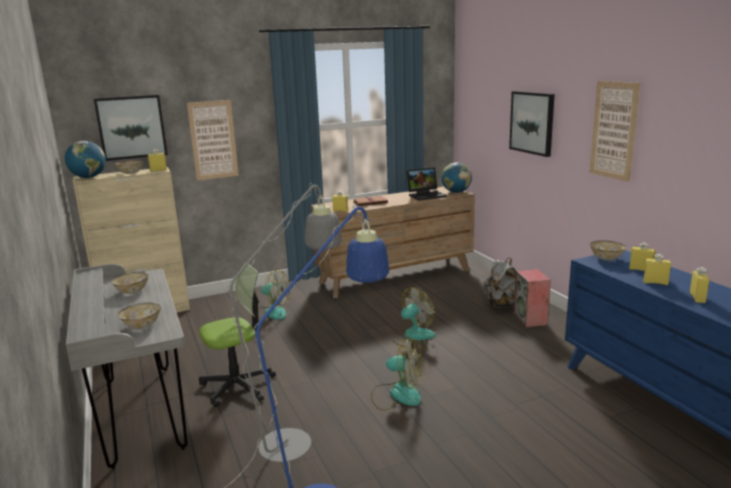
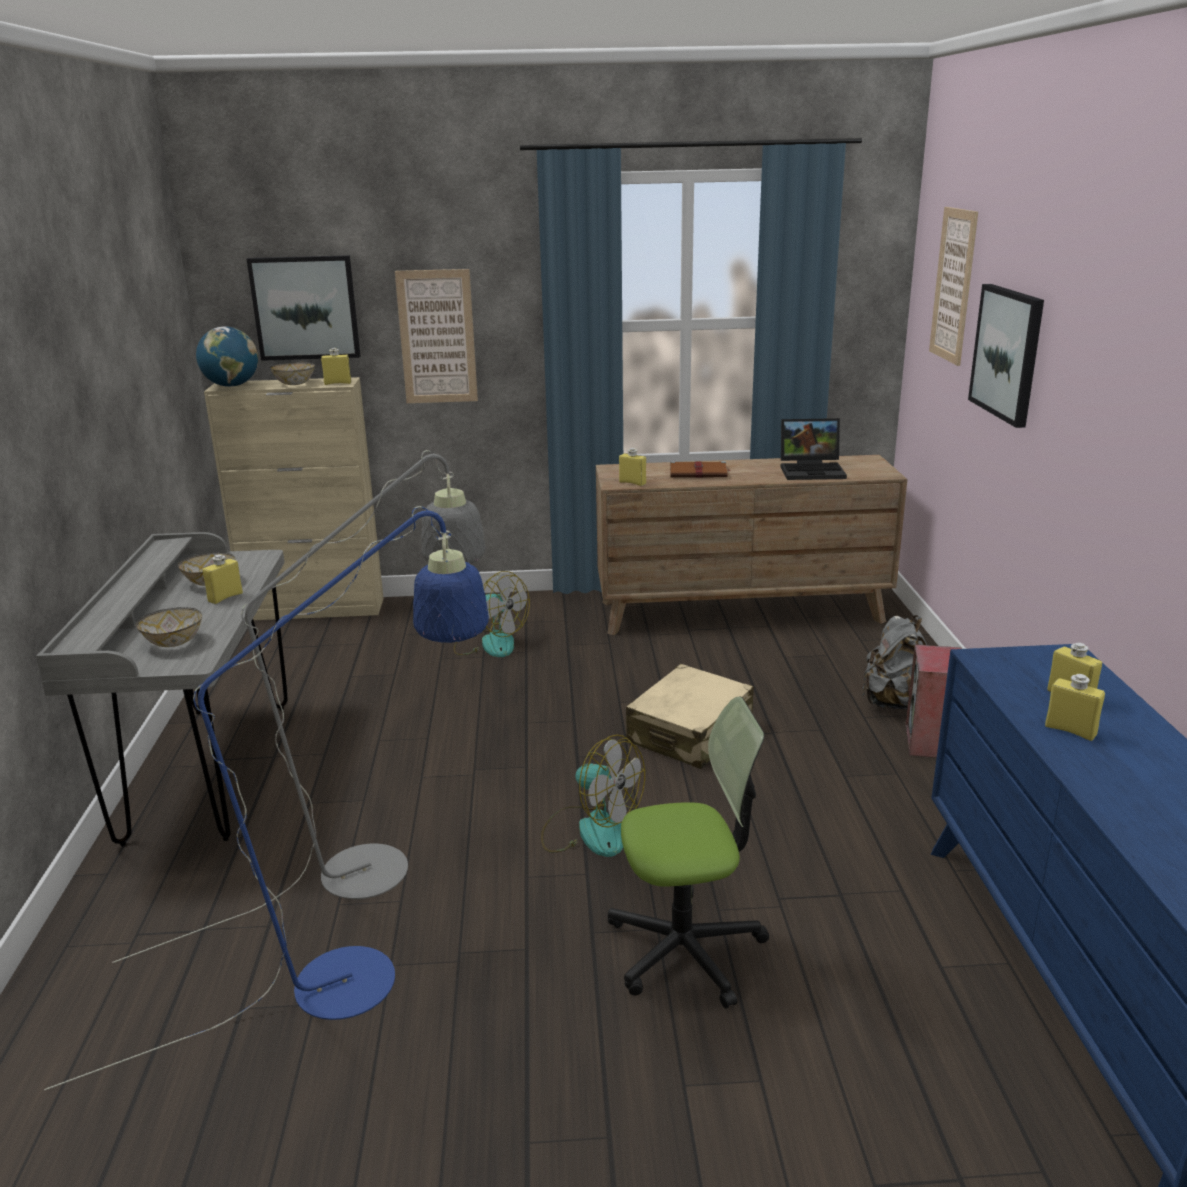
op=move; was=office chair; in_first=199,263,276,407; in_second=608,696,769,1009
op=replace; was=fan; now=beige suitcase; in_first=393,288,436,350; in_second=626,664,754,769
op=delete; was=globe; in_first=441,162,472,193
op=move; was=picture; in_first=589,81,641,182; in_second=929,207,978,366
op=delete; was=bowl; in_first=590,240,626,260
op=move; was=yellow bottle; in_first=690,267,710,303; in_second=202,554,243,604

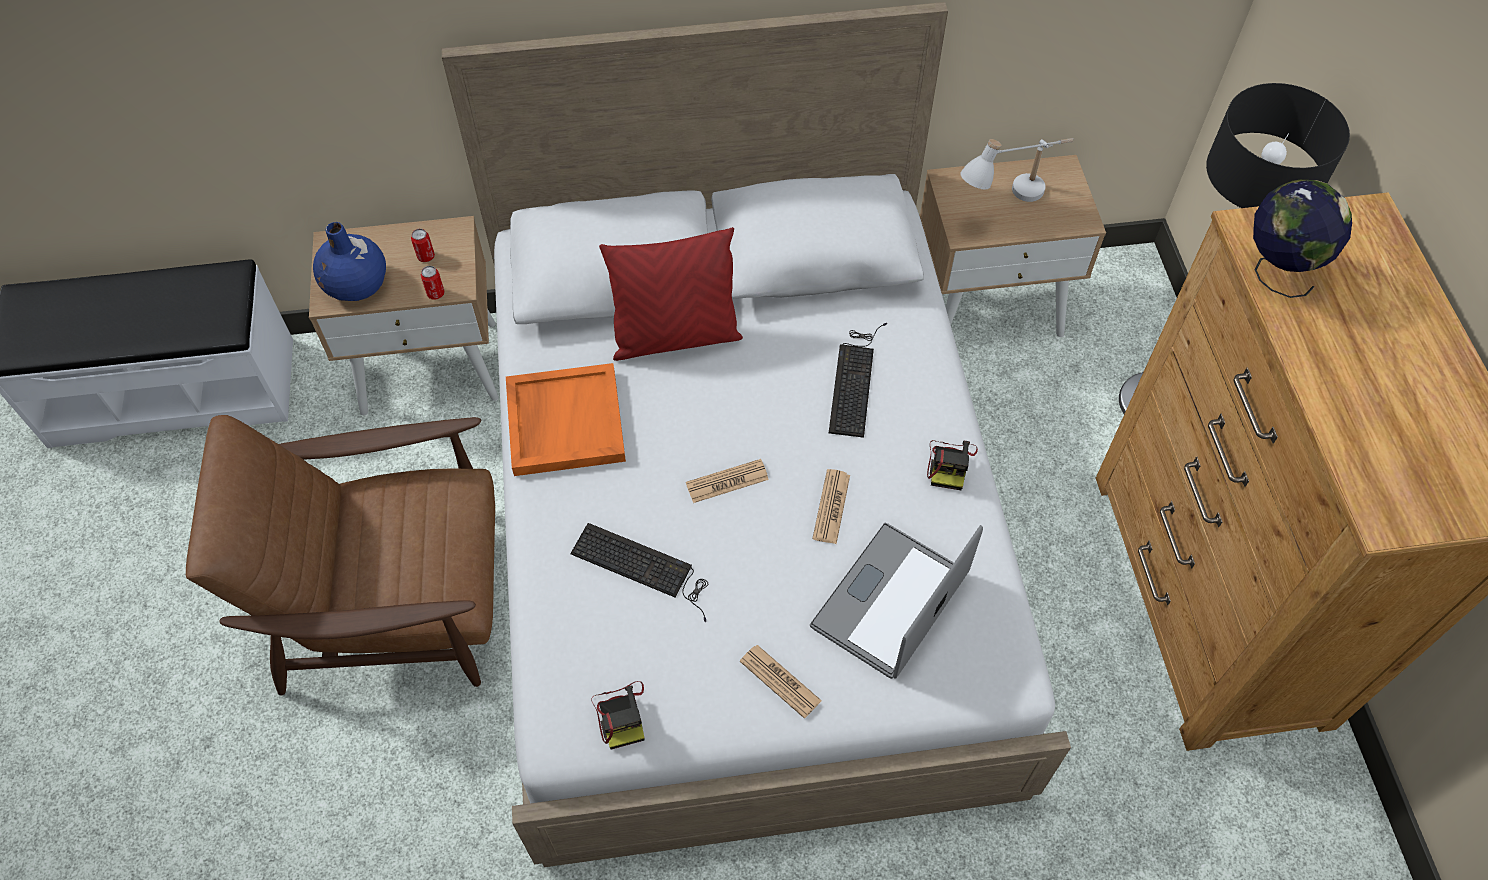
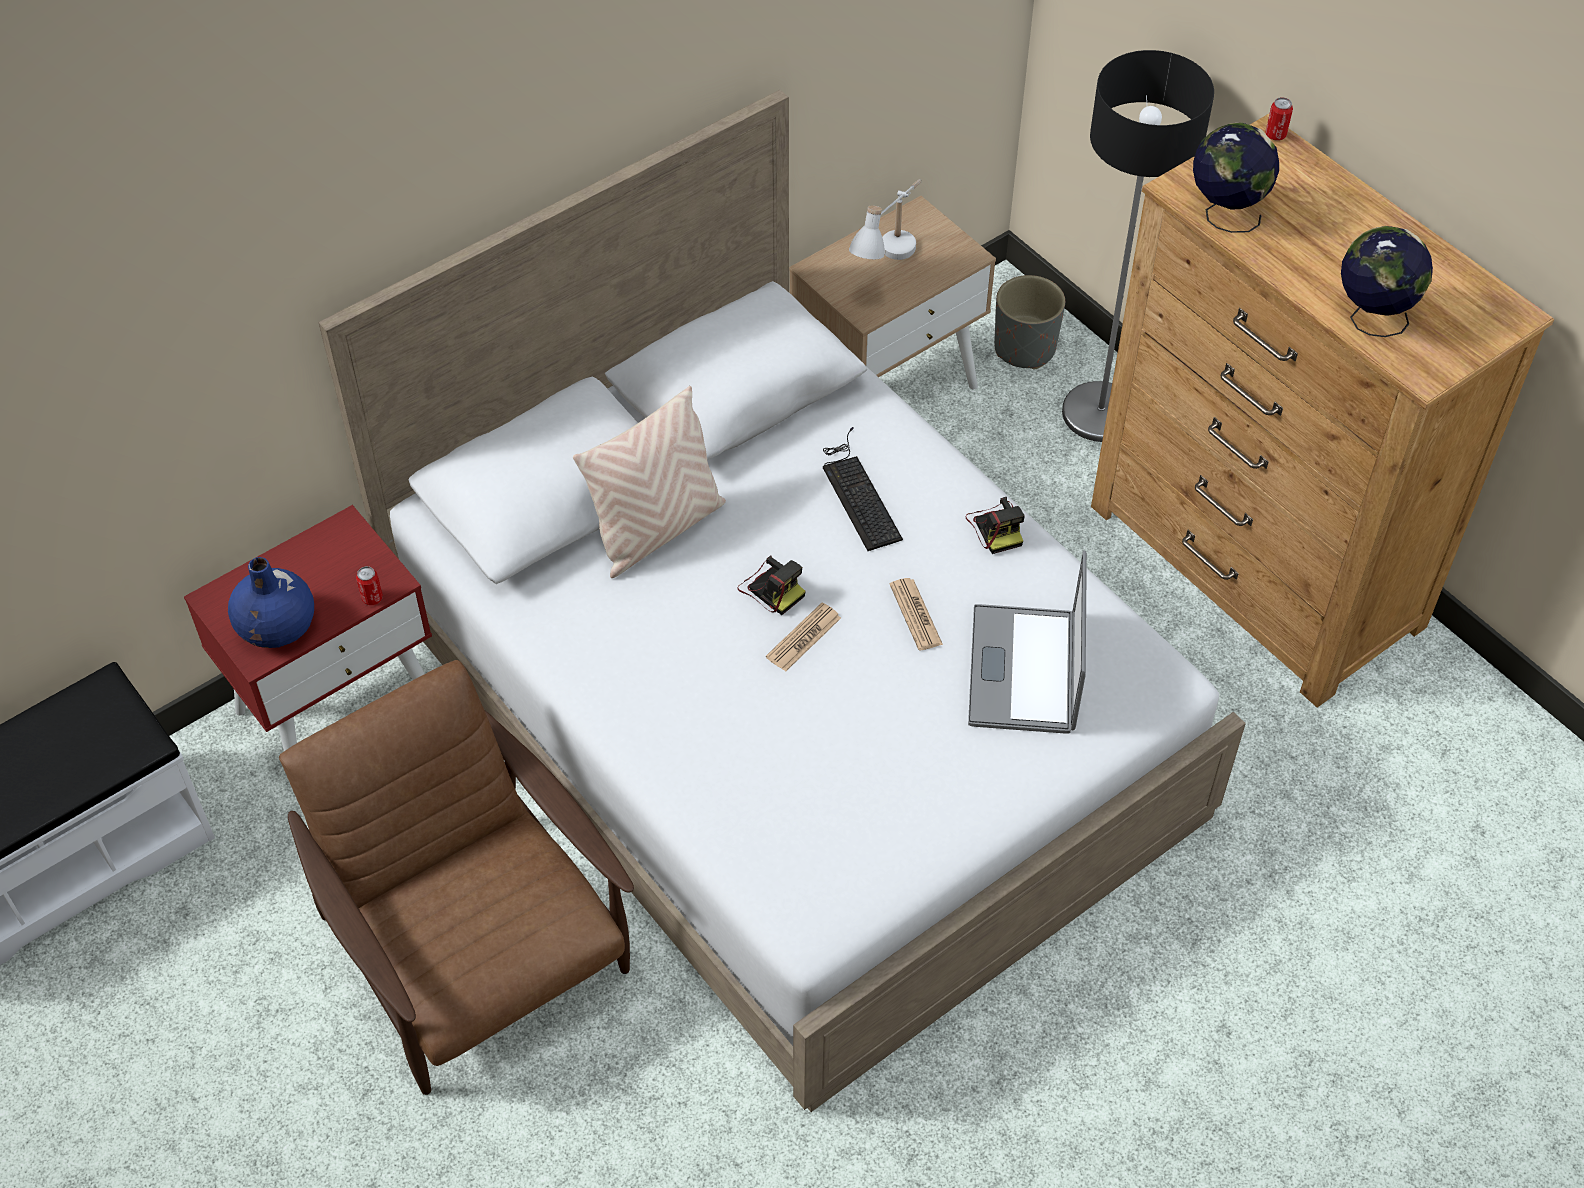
op=rotate; was=brown armchair; in_first=186,415,495,696; in_second=279,660,634,1095; clockwise=90
op=recolor; was=beige nightstand; now=red nightstand; in_first=309,216,499,415; in_second=184,505,432,751
op=move; was=can; in_first=411,228,435,262; in_second=1265,97,1293,141
op=delete; was=orange tray; in_first=506,363,626,476
op=delete; was=keyboard; in_first=570,523,708,622
op=move; was=photo camera; in_first=591,681,645,750; in_second=737,556,806,615
op=recolor; was=red pillow; now=beige pillow; in_first=599,227,743,361; in_second=573,386,726,578
op=delete; was=newspaper; in_first=740,645,822,718
op=insert; now=grey planter; in_second=994,275,1065,370
op=insert; now=globe; in_second=1341,226,1433,337

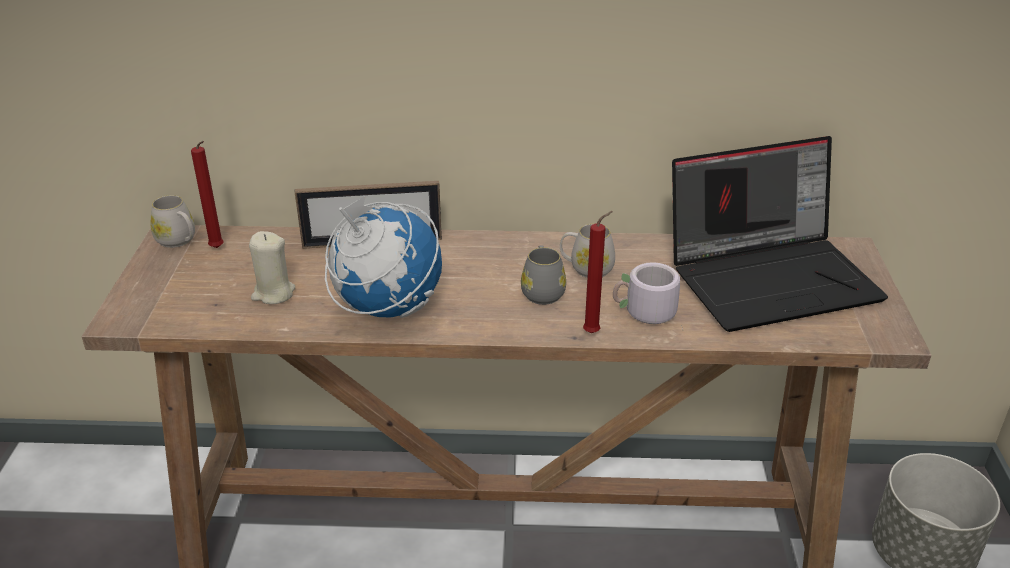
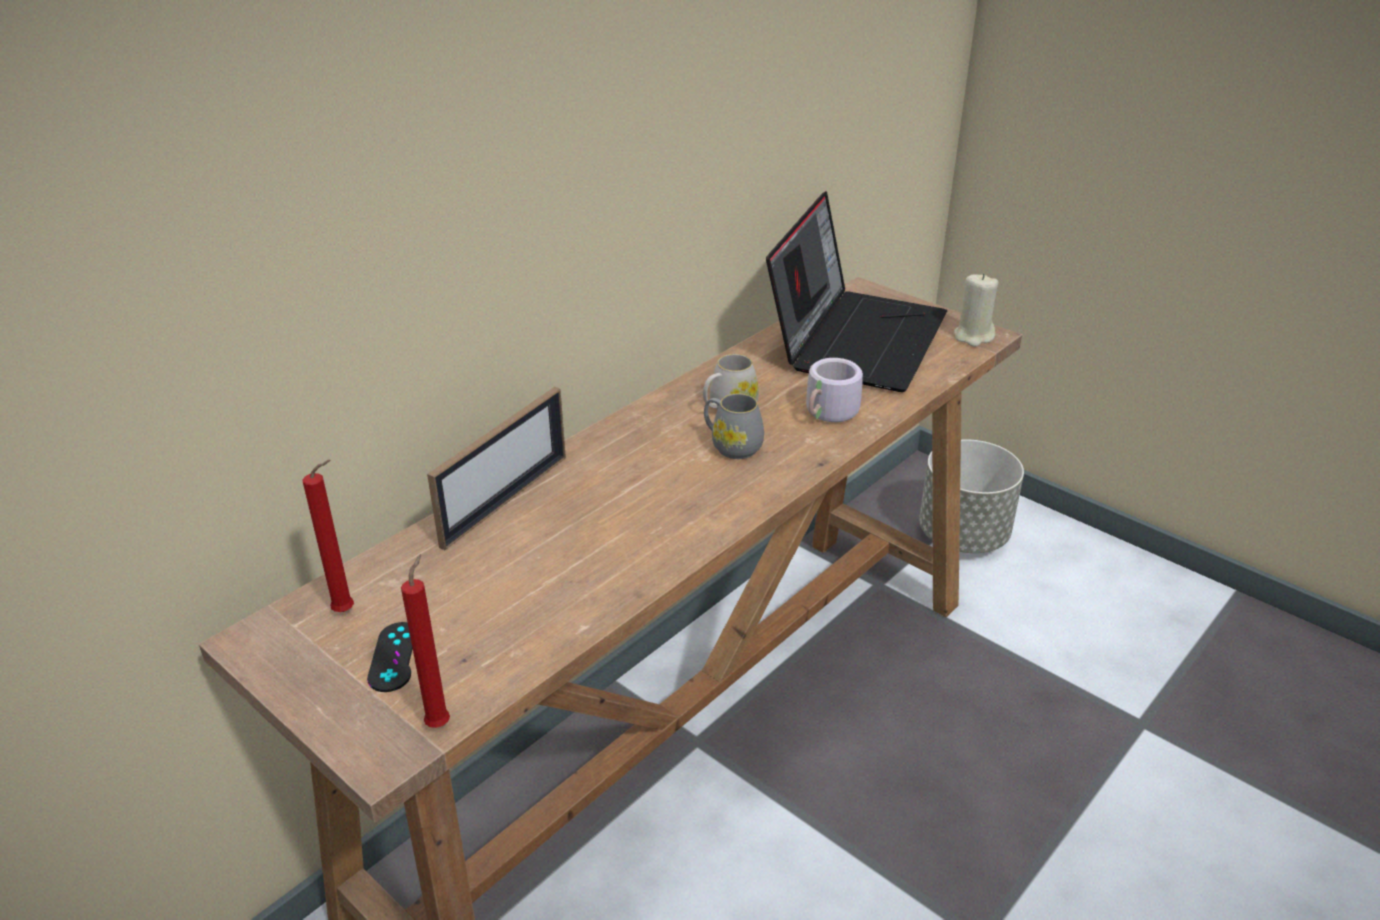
op=delete; was=white mug; in_first=151,195,195,248
op=move; was=beige candle; in_first=249,231,295,304; in_second=954,273,998,347
op=delete; was=globe; in_first=325,195,442,318
op=move; was=red candle; in_first=583,211,613,333; in_second=401,554,450,728
op=insert; now=black game controller; in_second=367,622,413,692

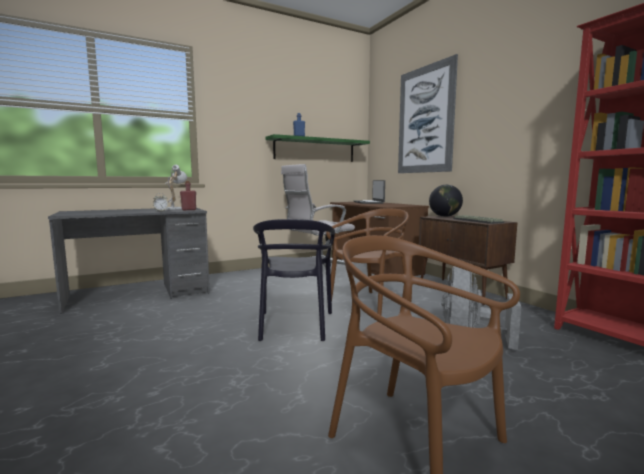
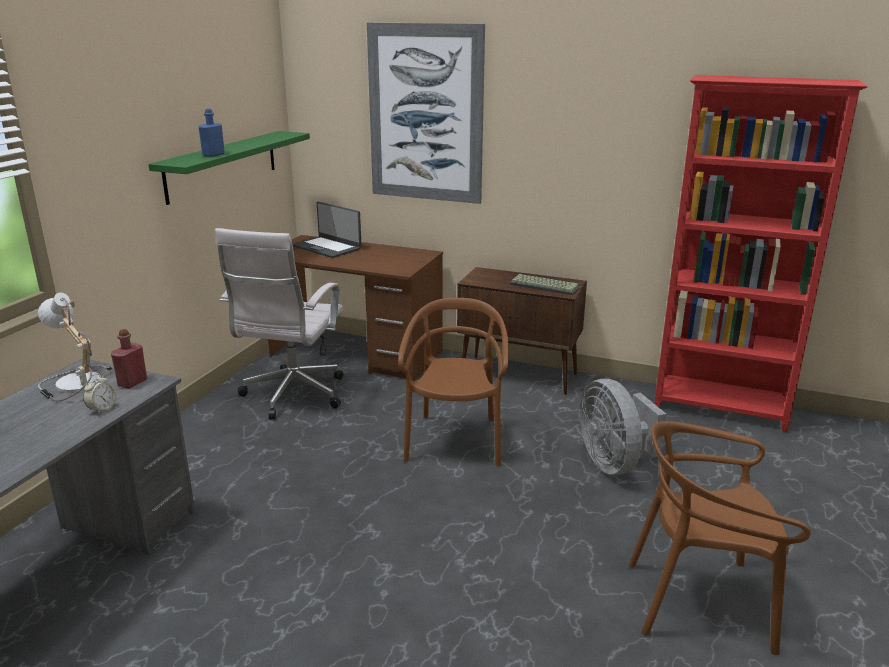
op=delete; was=black chair; in_first=253,219,335,341
op=delete; was=globe; in_first=429,185,463,217

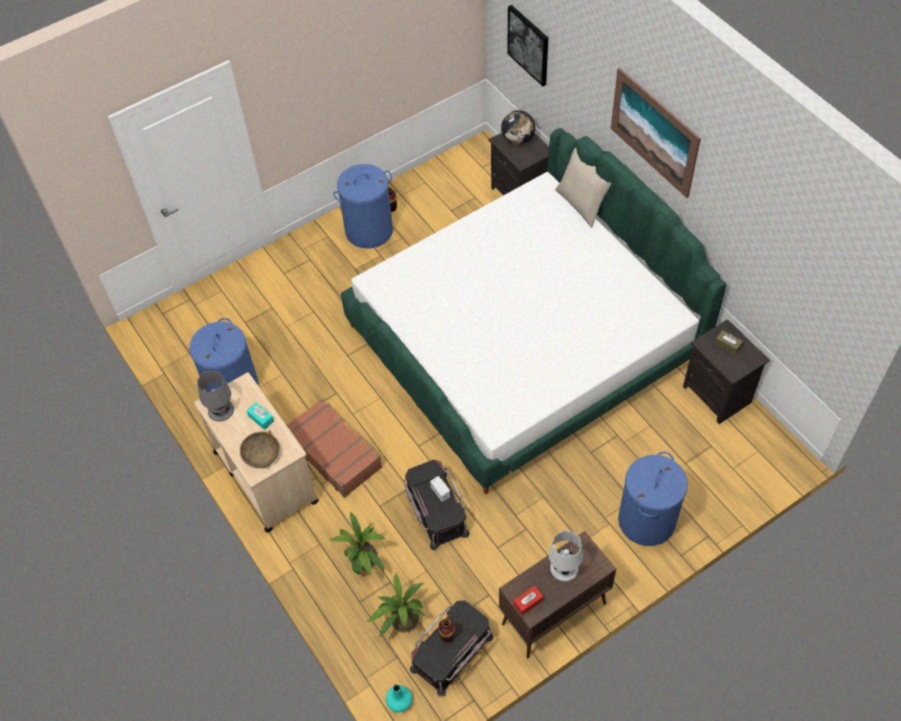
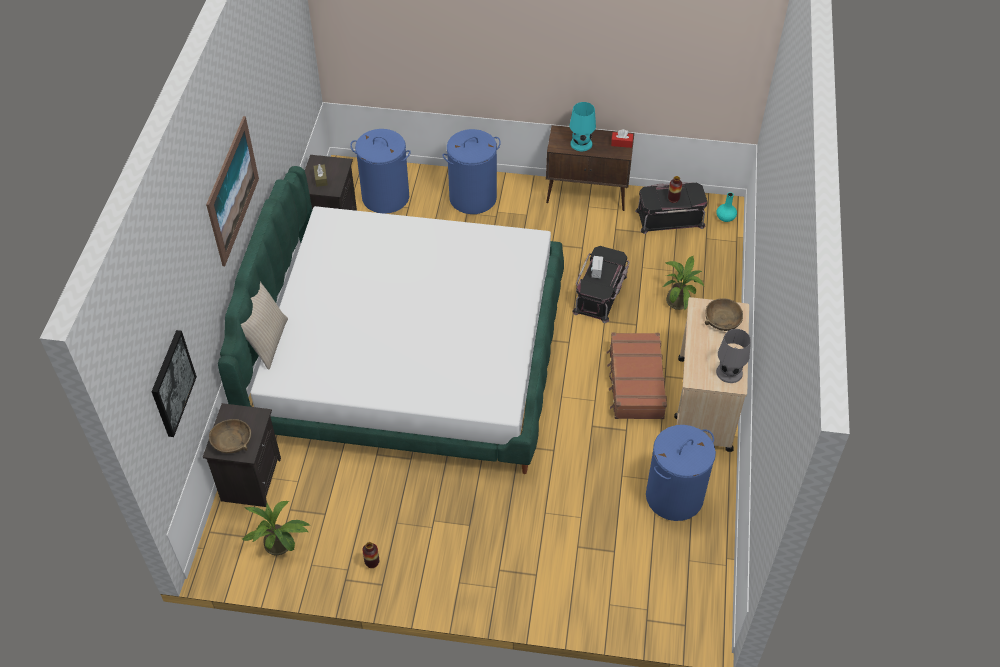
op=delete; was=turquoise tissue box; in_first=246,403,274,430
op=move; was=blue laundry basket; in_first=333,164,393,249; in_second=350,129,411,214
op=move; was=potted plant; in_first=367,574,424,637; in_second=242,501,311,555
op=replace; was=globe; now=brown bowl; in_first=501,110,535,145; in_second=209,419,251,453
op=recolor; was=white table lamp; now=turquoise table lamp; in_first=549,531,583,582; in_second=570,102,596,151

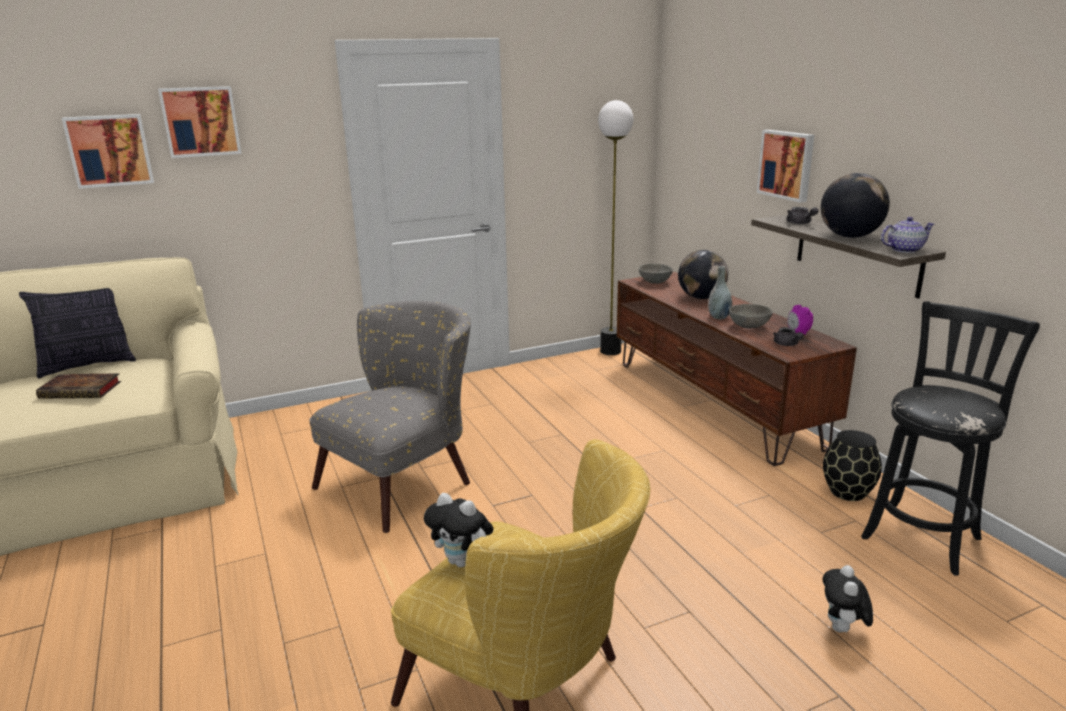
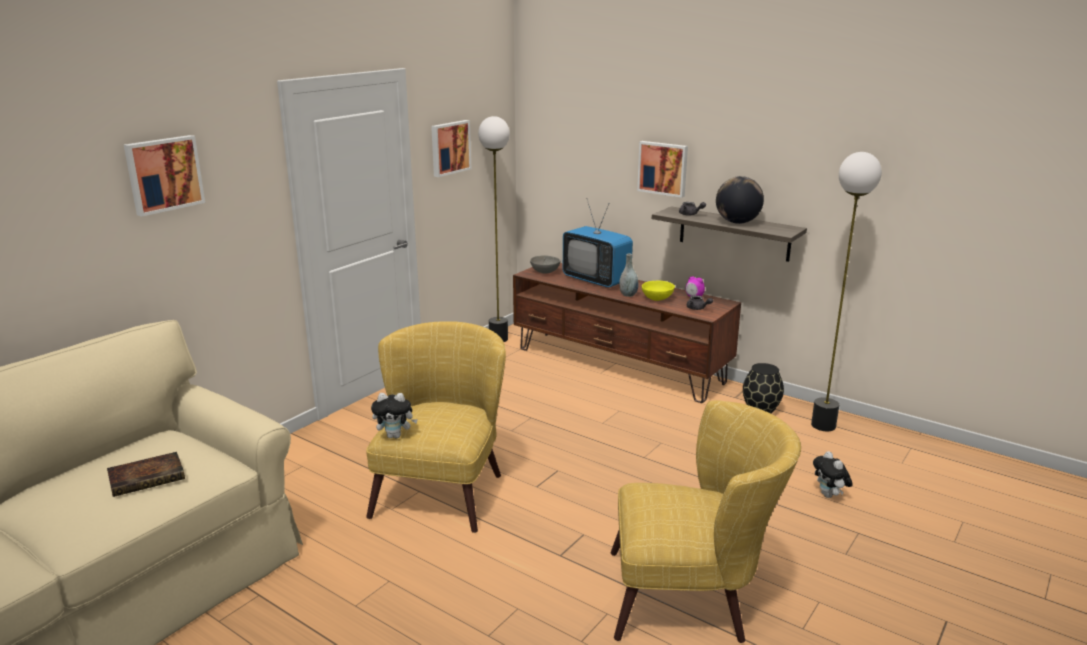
op=delete; was=pillow; in_first=19,288,136,378
op=move; was=picture; in_first=62,114,154,189; in_second=431,120,471,177
op=recolor; was=grey armchair; now=yellow armchair; in_first=309,301,471,533; in_second=366,321,506,533
op=move; was=plush toy; in_first=424,493,494,567; in_second=371,393,418,439
op=replace; was=globe; now=television; in_first=678,250,728,299; in_second=563,199,633,288
op=recolor; was=grey bowl; now=yellow bowl; in_first=729,304,773,328; in_second=642,281,675,301
op=replace; was=black stool; now=floor lamp; in_first=861,301,1040,576; in_second=811,152,882,431
op=delete; was=teapot; in_first=881,217,934,253

